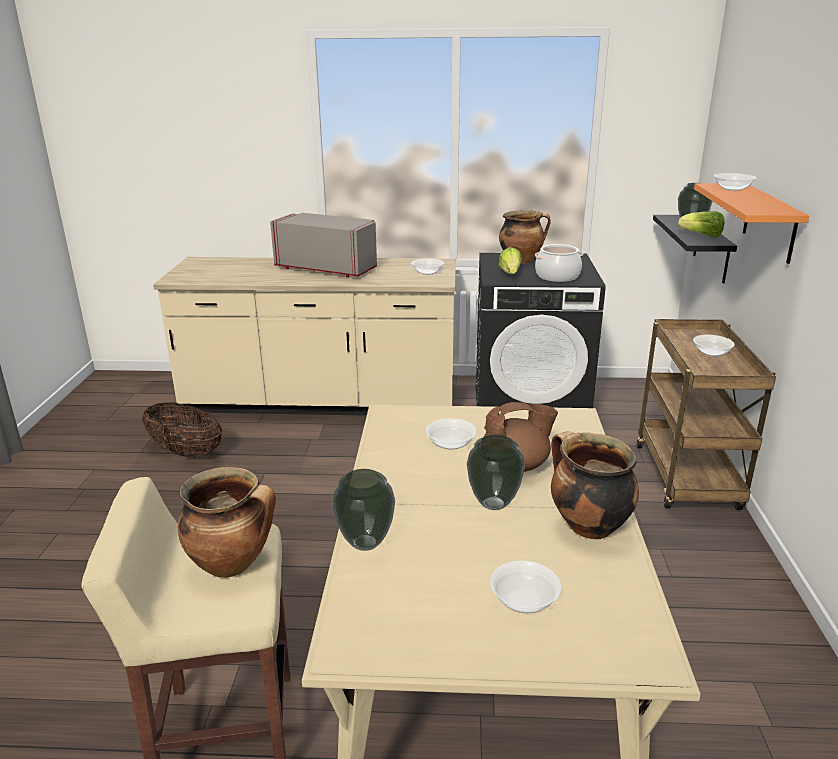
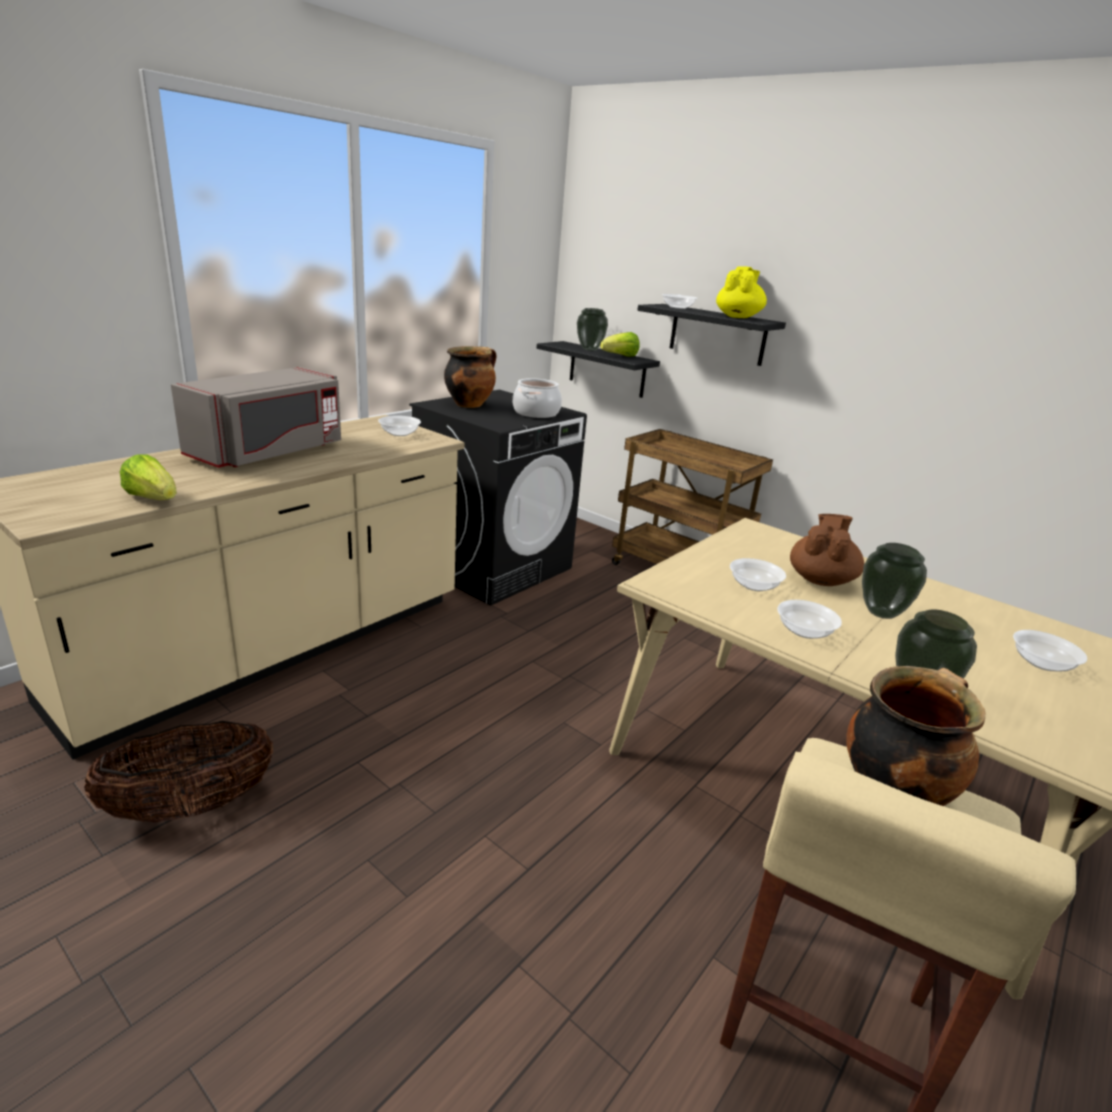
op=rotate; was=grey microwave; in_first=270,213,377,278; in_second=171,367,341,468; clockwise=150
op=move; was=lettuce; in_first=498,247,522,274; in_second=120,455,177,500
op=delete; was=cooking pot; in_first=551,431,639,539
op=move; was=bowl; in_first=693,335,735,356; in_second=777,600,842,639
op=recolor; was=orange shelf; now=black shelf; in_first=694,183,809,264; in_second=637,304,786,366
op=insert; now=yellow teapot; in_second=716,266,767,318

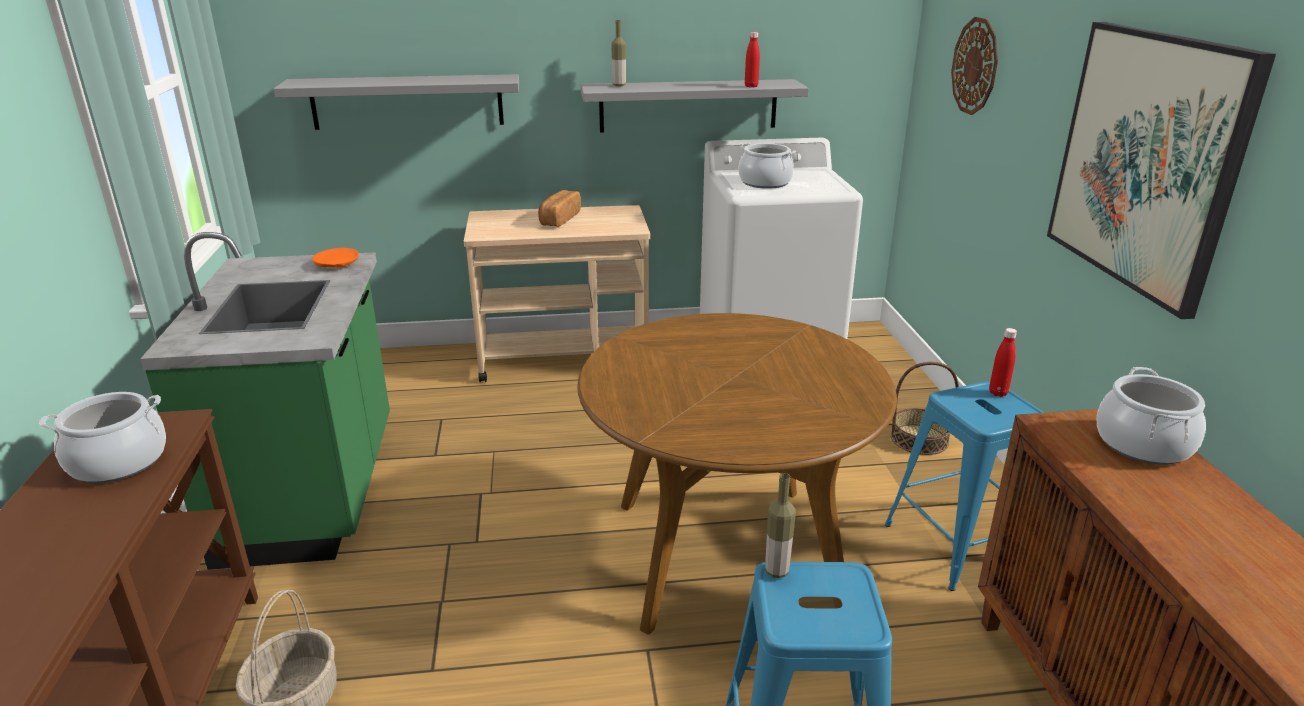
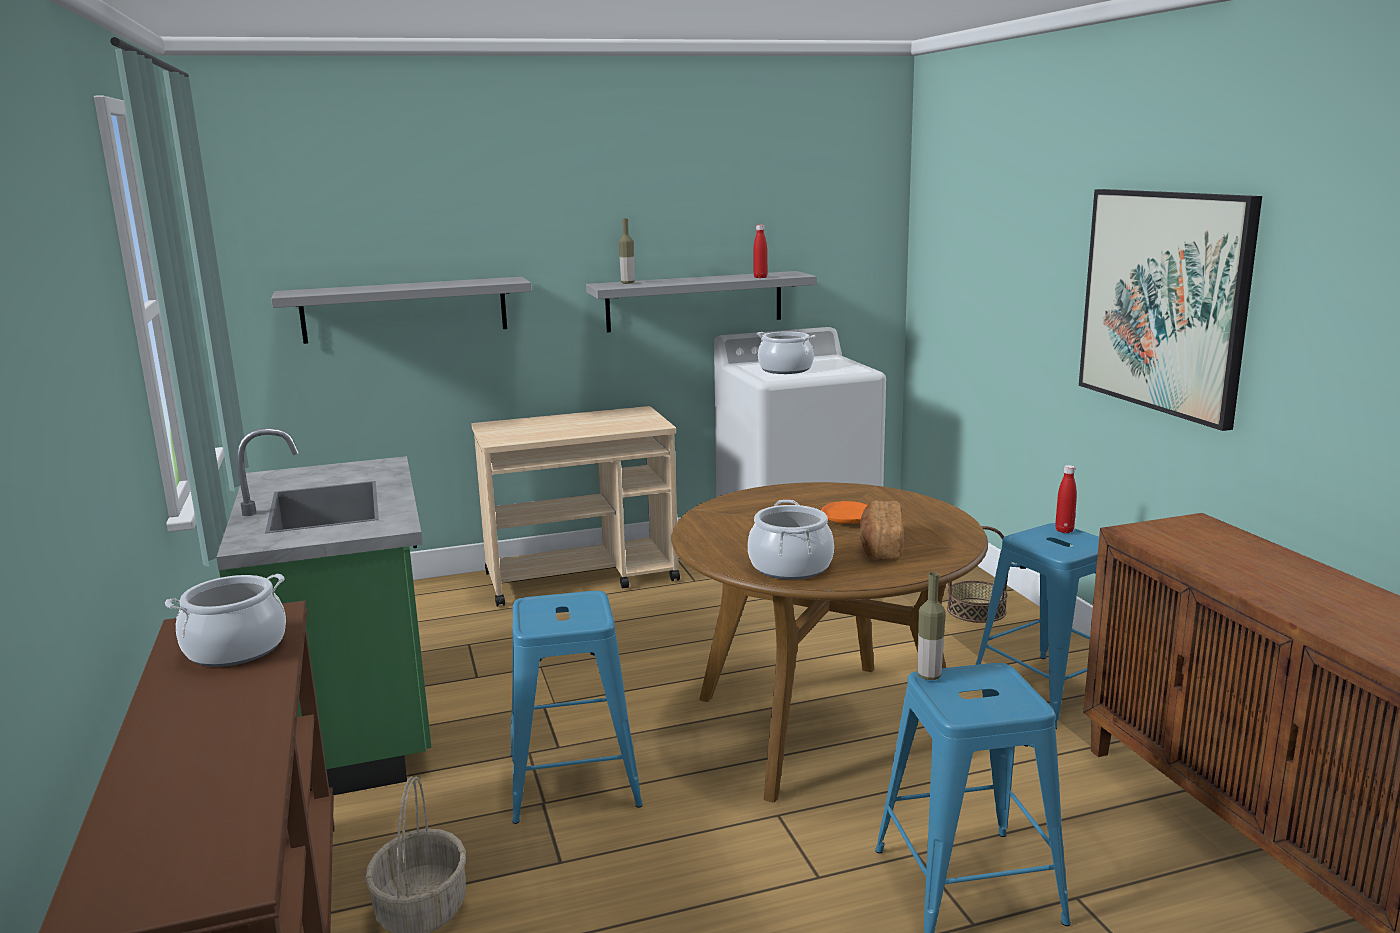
op=move; was=orange plate; in_first=312,248,359,268; in_second=821,501,867,524
op=move; was=bread; in_first=538,190,581,227; in_second=860,500,904,560
op=delete; was=wall clock; in_first=951,17,998,115
op=move; was=cooking pot; in_first=1097,367,1206,465; in_second=748,500,834,580
op=insert; now=blue stool; in_second=510,591,643,824

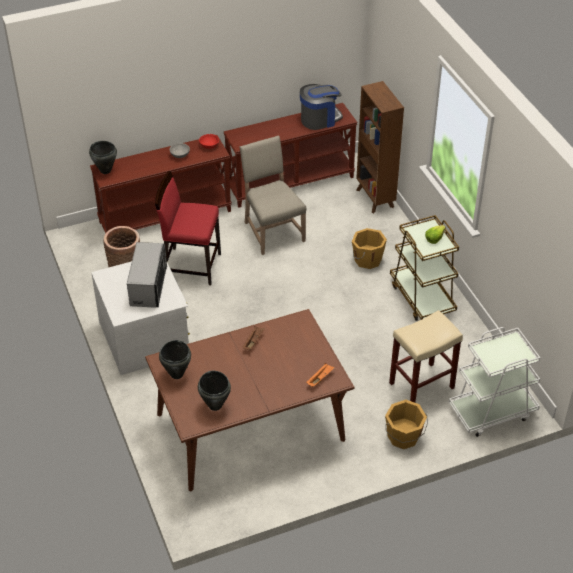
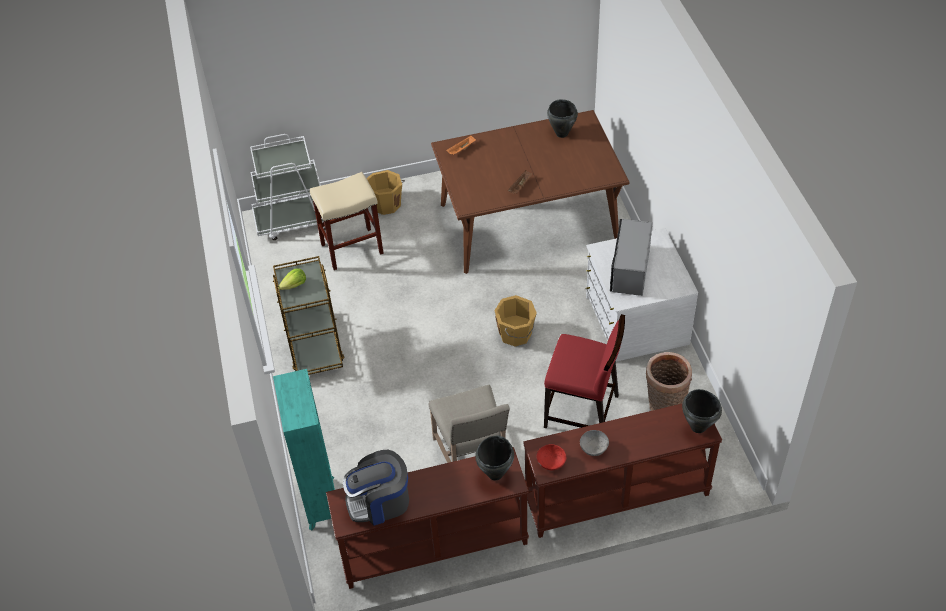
op=move; was=black cooking pot; in_first=159,340,191,379; in_second=475,436,514,480
op=move; was=orange bucket; in_first=352,228,387,269; in_second=494,295,537,346
op=recolor; was=brown bookcase; now=turquoise bookcase; in_first=356,81,404,213; in_second=273,369,335,530

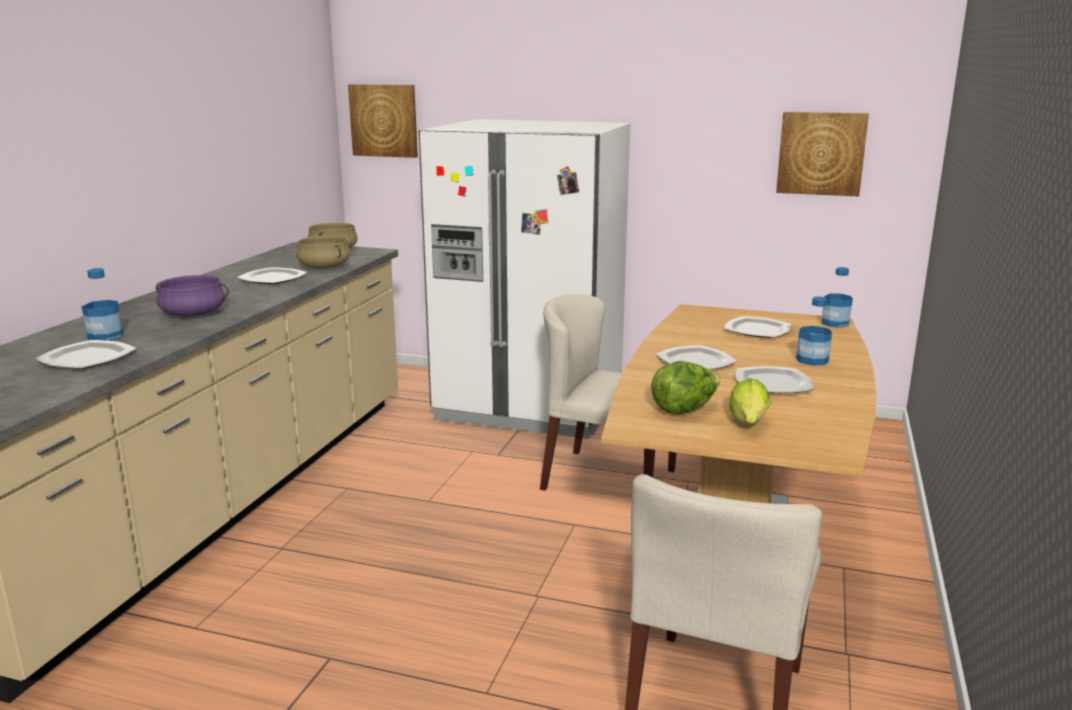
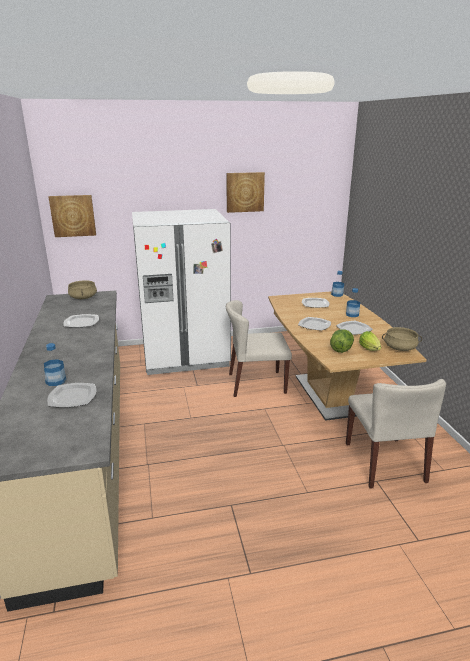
op=delete; was=purple cooking pot; in_first=156,275,229,317
op=move; was=beige cooking pot; in_first=296,236,351,269; in_second=382,327,422,351
op=move; was=picture; in_first=776,112,869,196; in_second=226,172,265,213

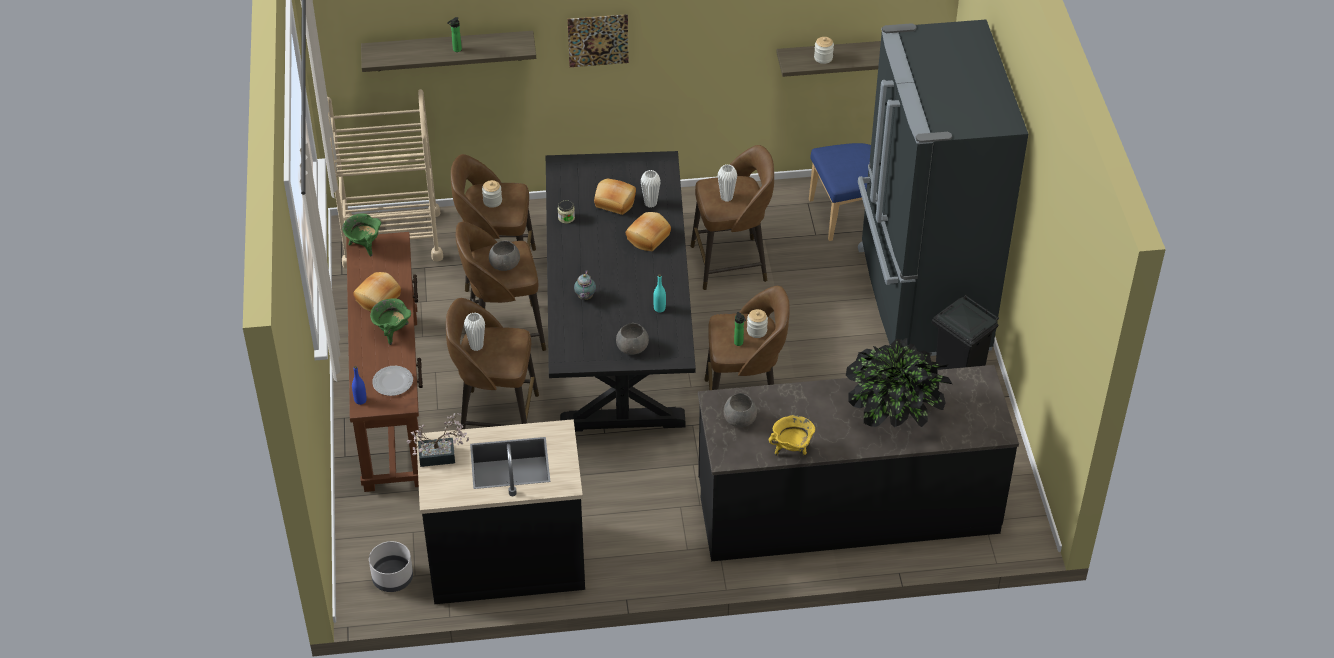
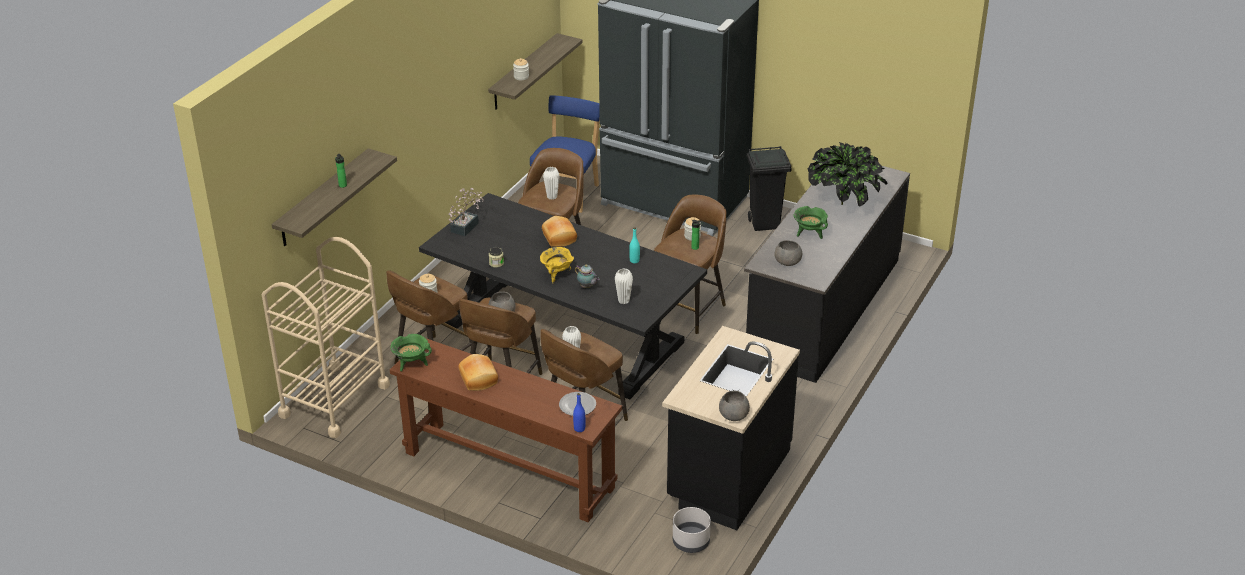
op=move; was=green cooking pot; in_first=370,298,411,345; in_second=794,206,828,239
op=move; was=potted plant; in_first=407,413,469,467; in_second=449,188,483,236
op=delete; was=picture; in_first=568,14,629,67
op=delete; was=bread; in_first=594,179,636,215
op=move; was=grey bowl; in_first=616,323,649,355; in_second=719,391,750,421
op=move; was=white vase; in_first=641,170,660,208; in_second=615,268,633,304
op=move; was=yellow cooking pot; in_first=769,415,815,456; in_second=540,247,574,284

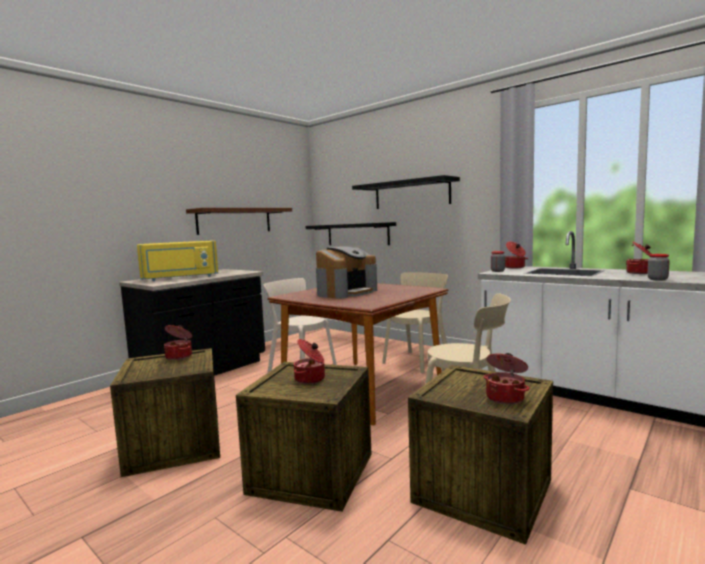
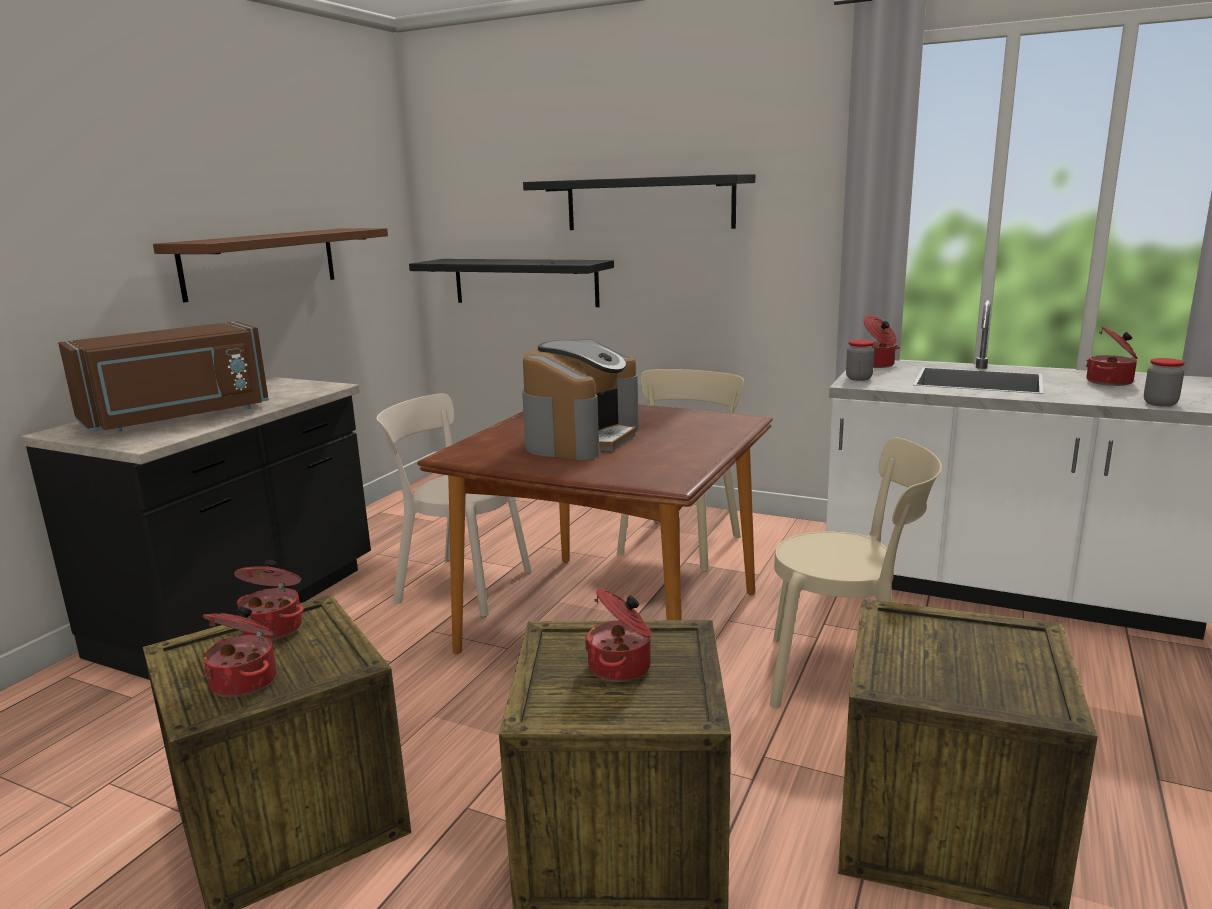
op=recolor; was=yellow microwave; now=brown microwave; in_first=137,241,218,281; in_second=58,321,269,432
op=move; was=cooking pot; in_first=483,353,529,404; in_second=203,606,276,697

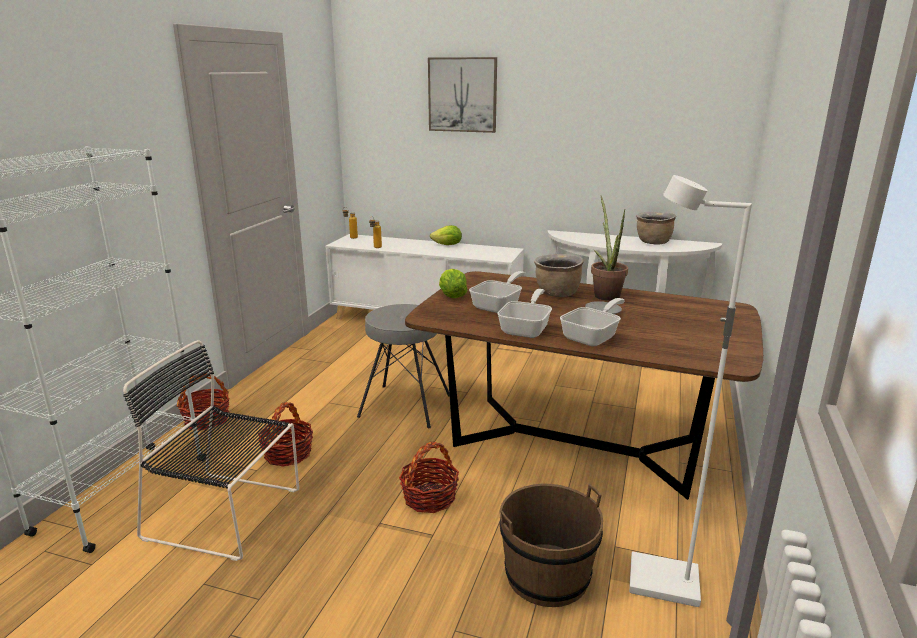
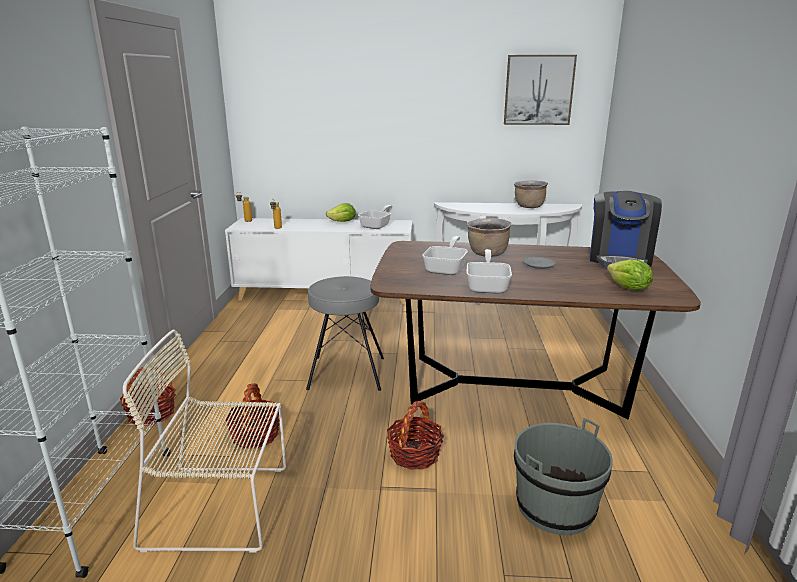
op=recolor; was=black chair; now=beige chair; in_first=123,340,299,561; in_second=123,330,286,553
op=move; was=picture; in_first=428,57,497,133; in_second=504,55,577,125
op=move; was=lettuce; in_first=439,269,467,298; in_second=607,259,653,290
op=recolor; was=brown bucket; now=grey bucket; in_first=499,483,603,607; in_second=514,418,613,535
op=move; was=frying pan; in_first=560,298,625,347; in_second=358,205,393,229
op=delete; was=potted plant; in_first=591,196,628,301
op=delete; was=white floor lamp; in_first=629,175,752,607
op=insert; now=coffee machine; in_second=590,191,662,267

